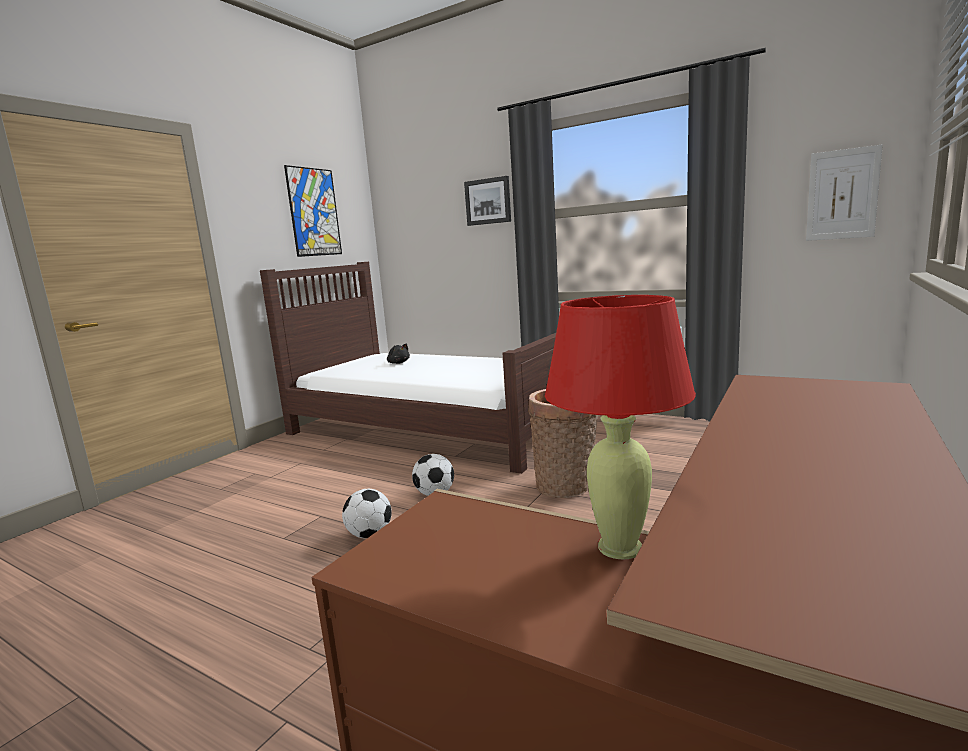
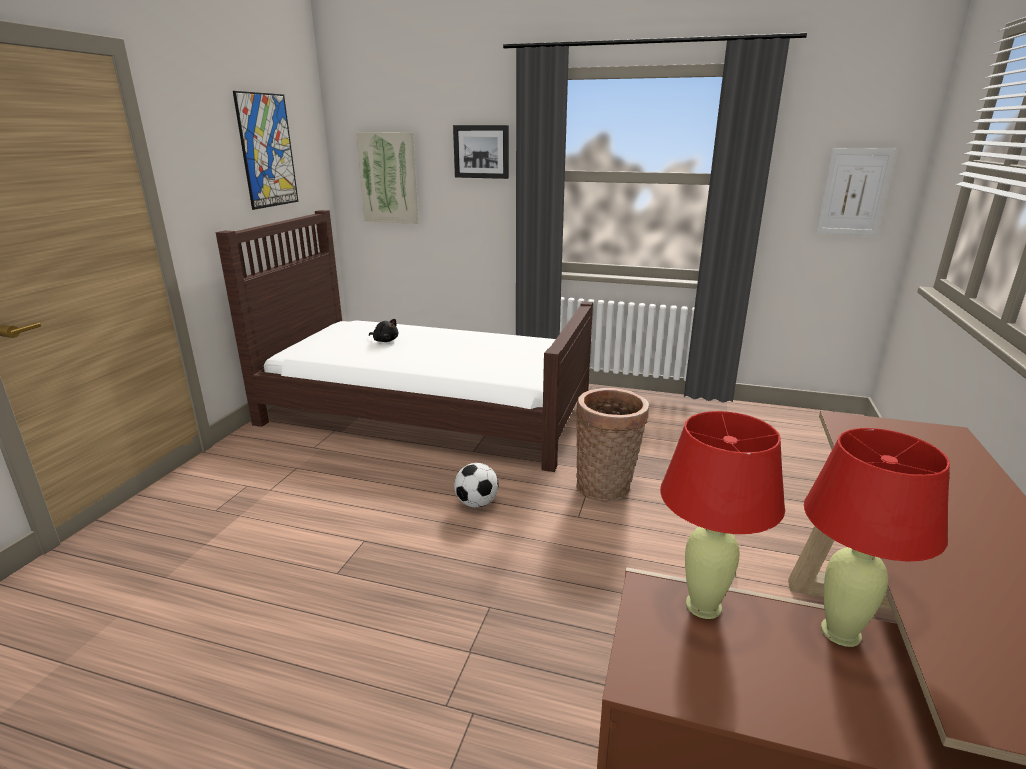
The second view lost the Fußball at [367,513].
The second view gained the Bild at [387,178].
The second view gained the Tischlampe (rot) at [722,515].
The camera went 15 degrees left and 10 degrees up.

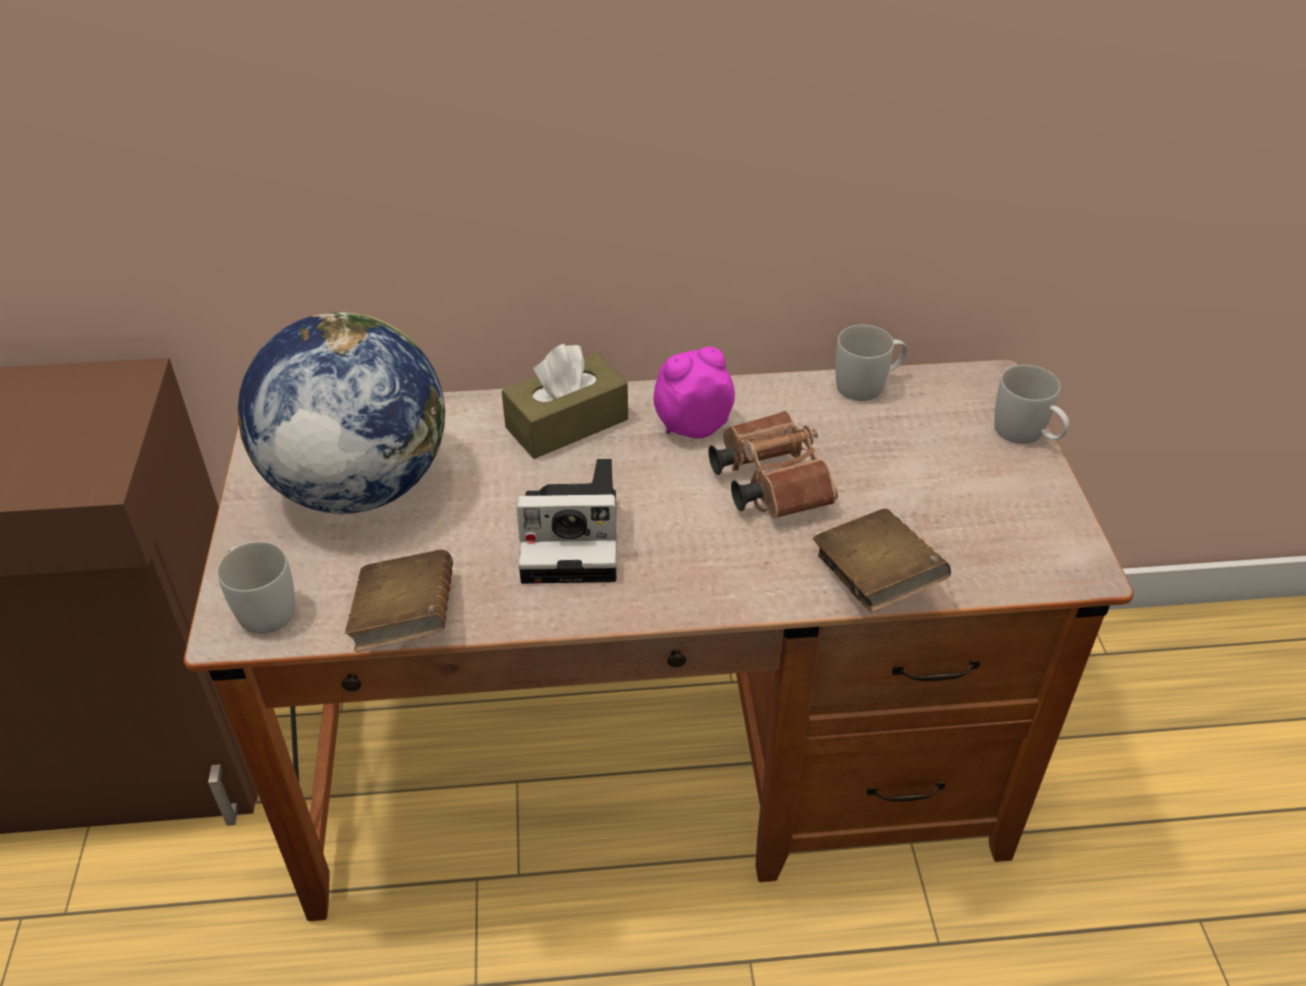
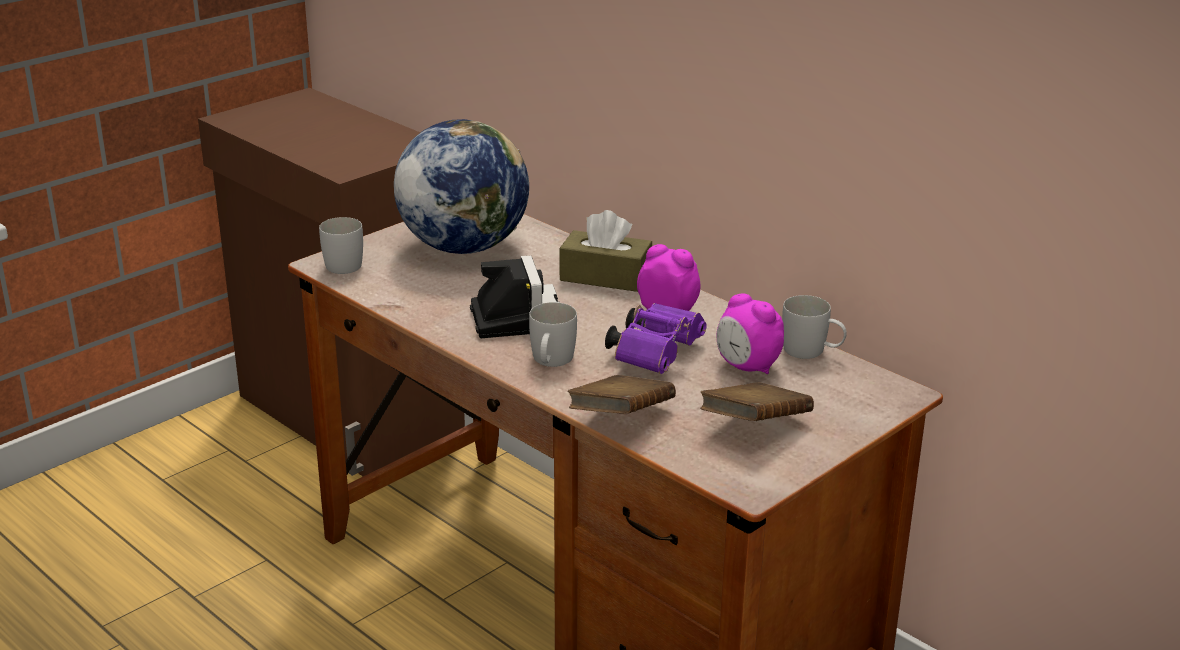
The Henkelbecher (weiß) ended up elsewhere, having gone from [1031,404] to [553,334].
What was the Fernglas (braun) at [773,465] turned into the Fernglas (lila) at [656,338].
The Kamera at [566,521] ended up facing another way, 150 degrees counterclockwise from before.
The Buch (braun) ended up elsewhere, having gone from [399,601] to [757,401].
The second view gained the Wecker at [750,333].
The camera went 50 degrees right and 15 degrees down.

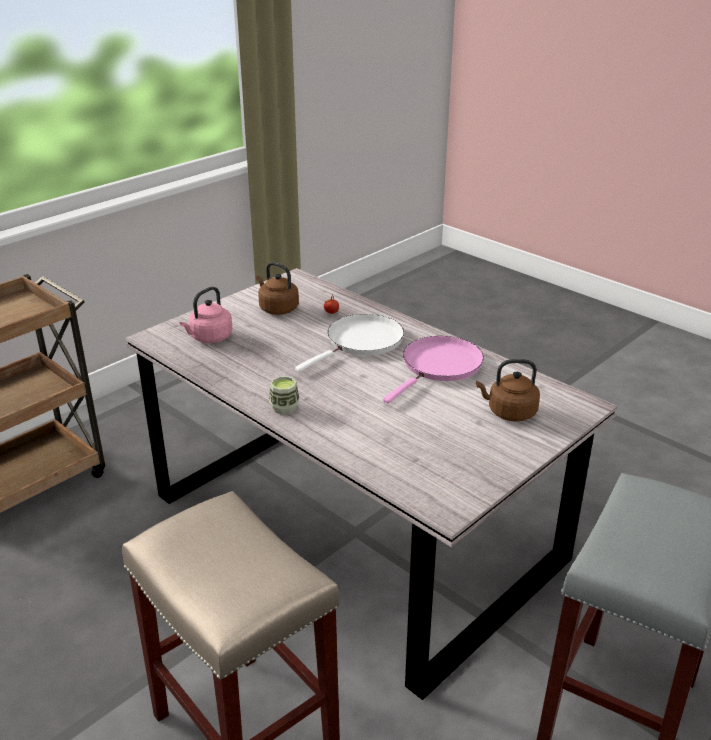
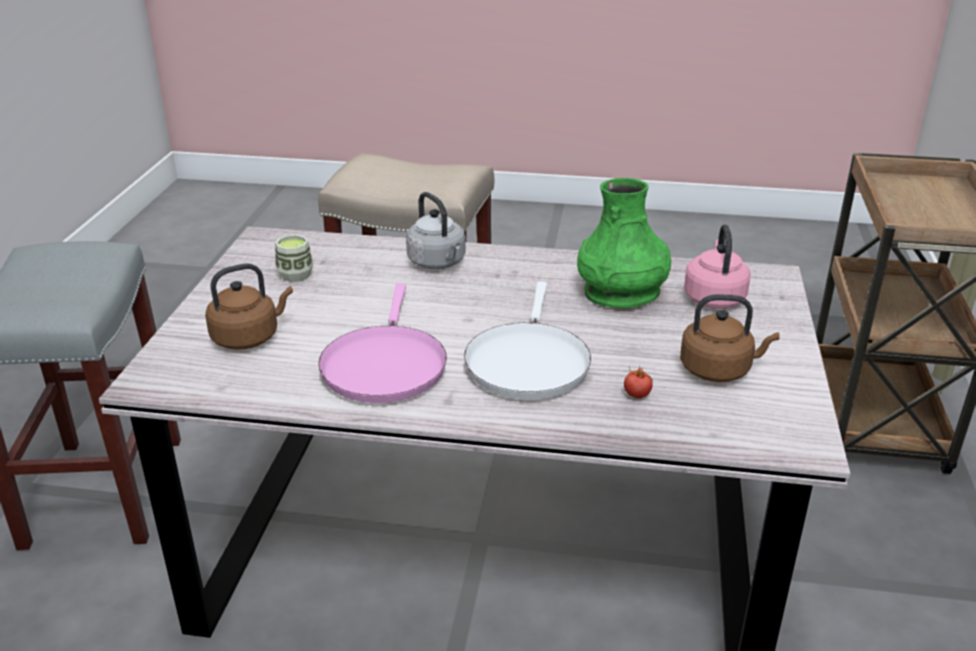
The Tasse ended up elsewhere, having gone from [284,395] to [294,258].
The second view gained the Vase (grün) at [624,243].
The second view gained the Wasserkessel (grau) at [436,230].
The camera went 145 degrees right and 0 degrees up.

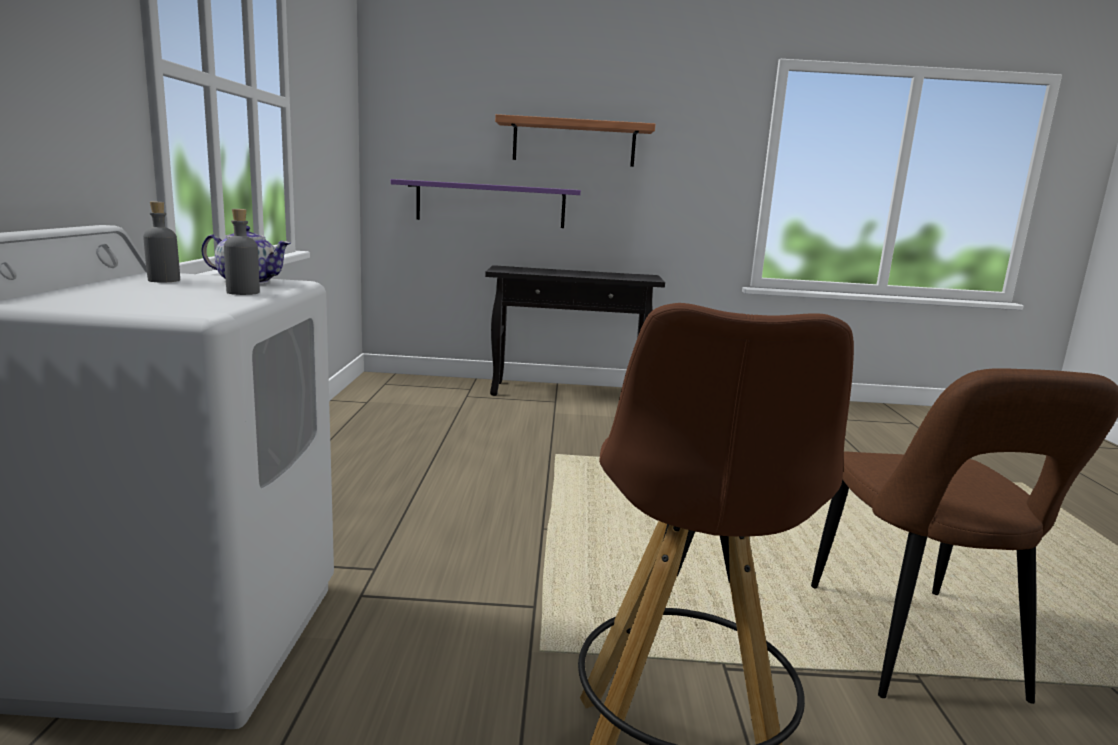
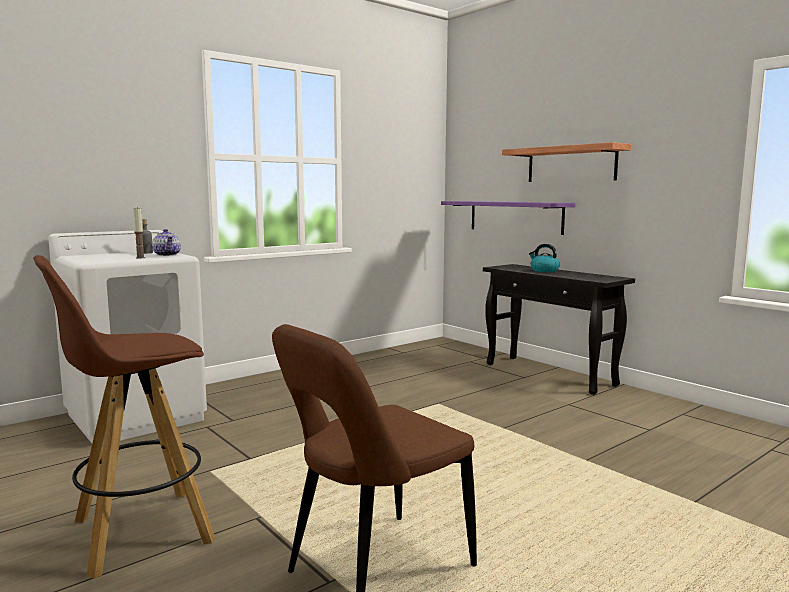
Where the Flasche (grau) stood at [242,252], the Kerze came to stand at [139,233].
The second view gained the Wasserkessel at [544,258].
The camera went 50 degrees right and 5 degrees down.

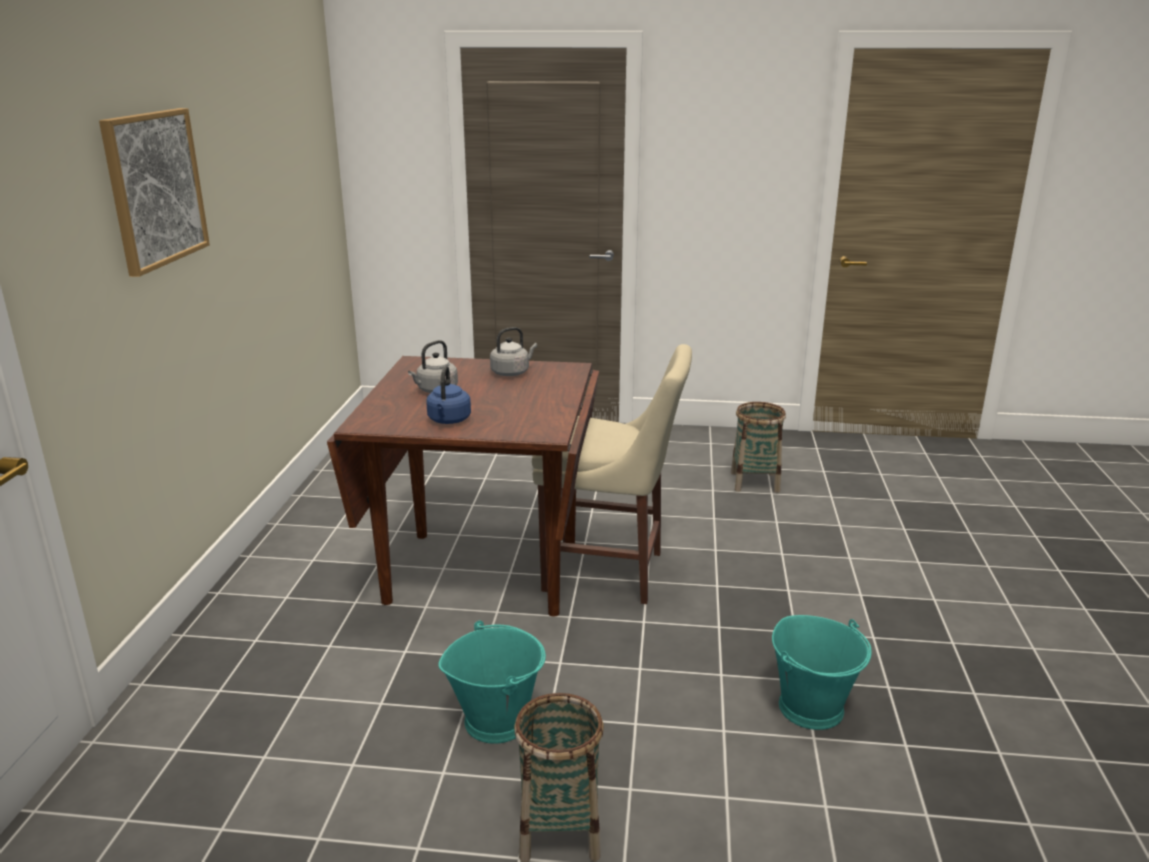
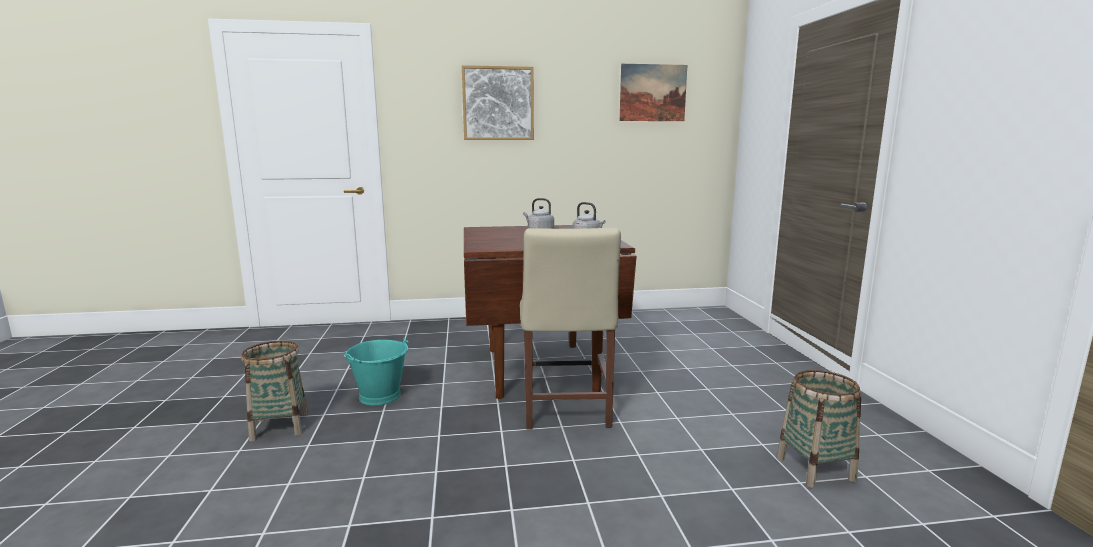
The second view lost the Wasserkessel (blau) at [448,395].
The second view lost the Eimer (türkis) at [822,672].
The second view gained the Bild at [653,92].
The camera went 75 degrees right and 10 degrees down.

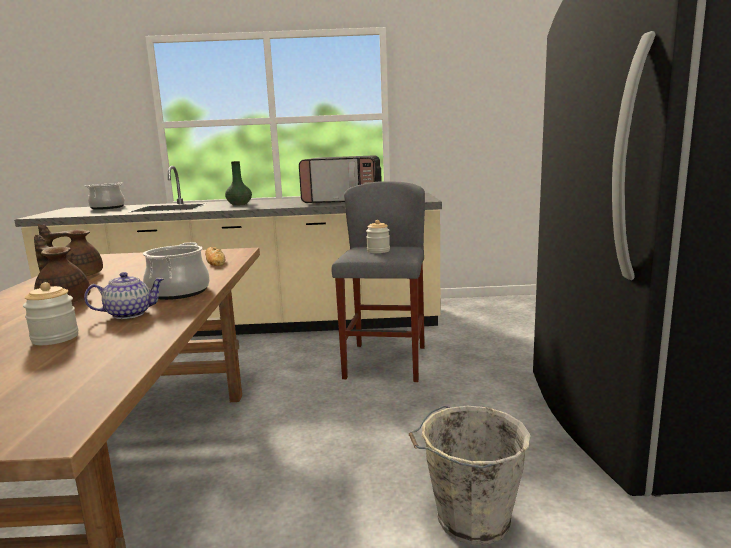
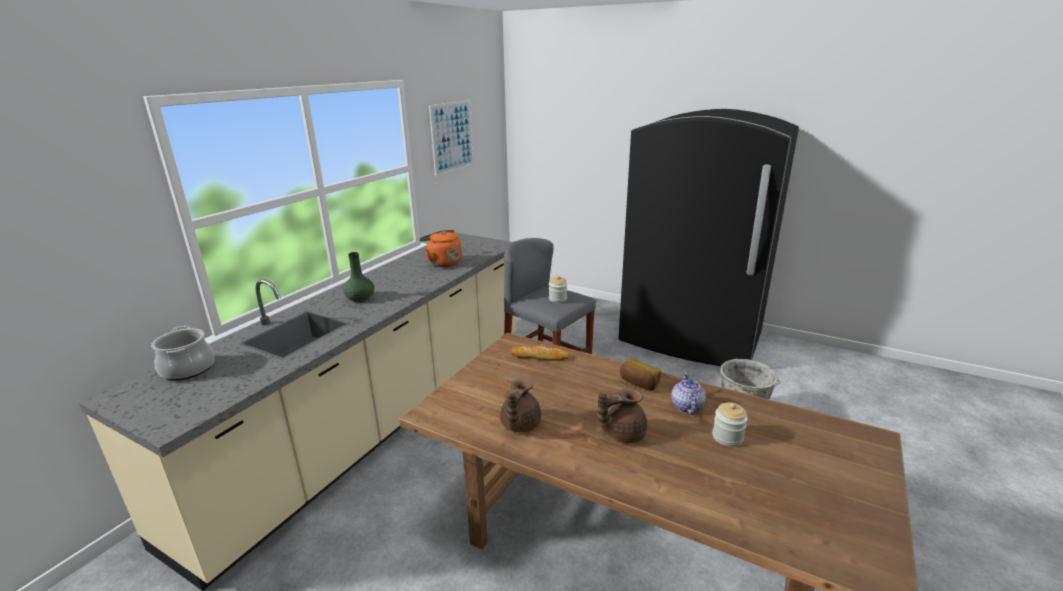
Where the Mikrowelle stood at [340,179], the Wasserkessel (orange) came to stand at [440,248].
Where the Kochtopf stood at [176,271], the Brot came to stand at [641,374].
The second view gained the Bild at [451,138].
The camera went 60 degrees left and 10 degrees up.

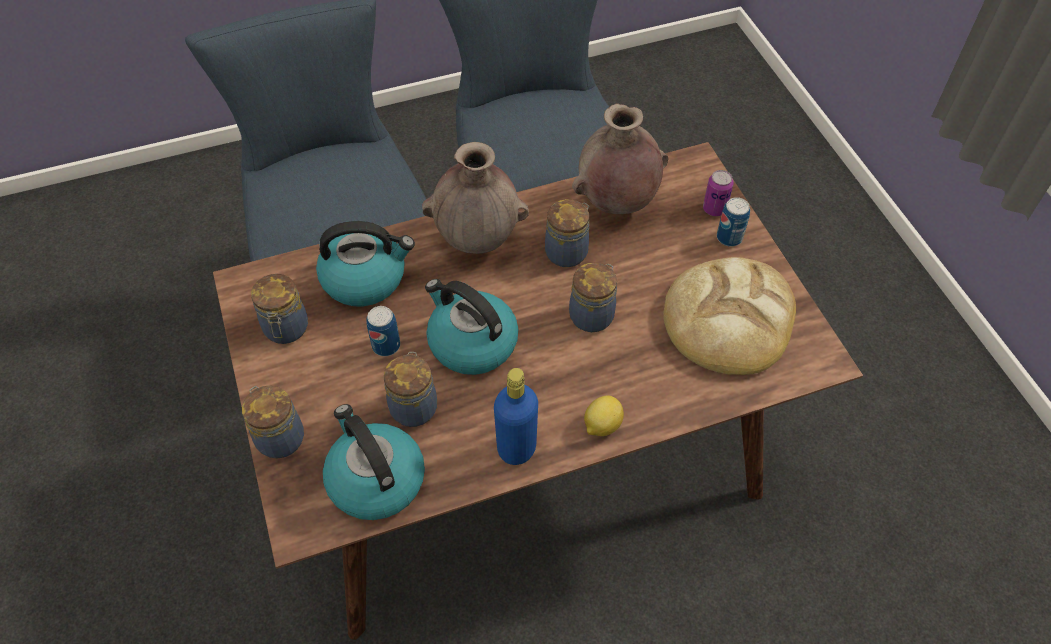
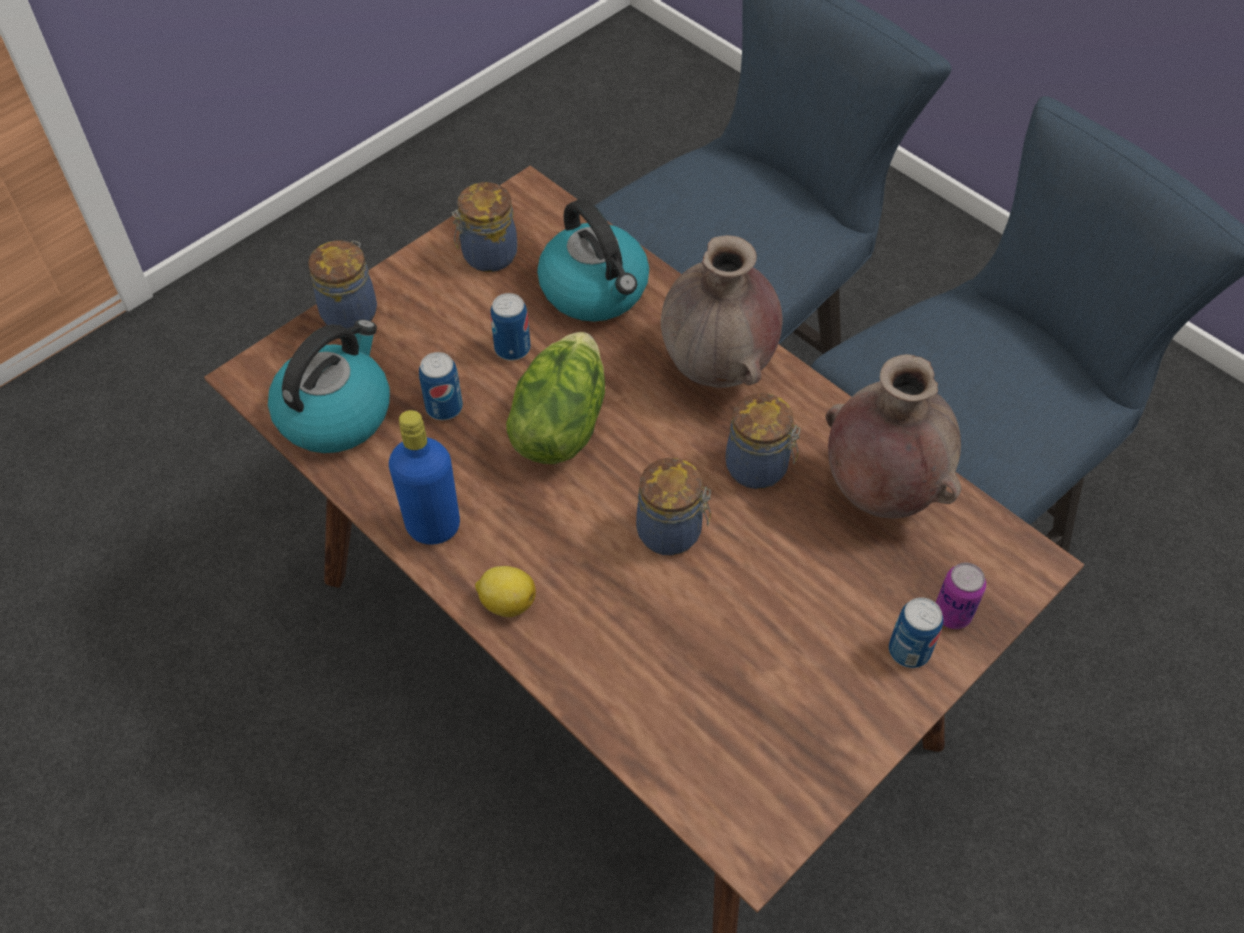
The second view lost the Brot at [729,316].
Where the Wasserkessel stood at [471,327], the Salatkopf came to stand at [555,398].
Where the Vorratsglas stood at [410,389], the Dose came to stand at [441,386].
The camera went 65 degrees right and 0 degrees up.

